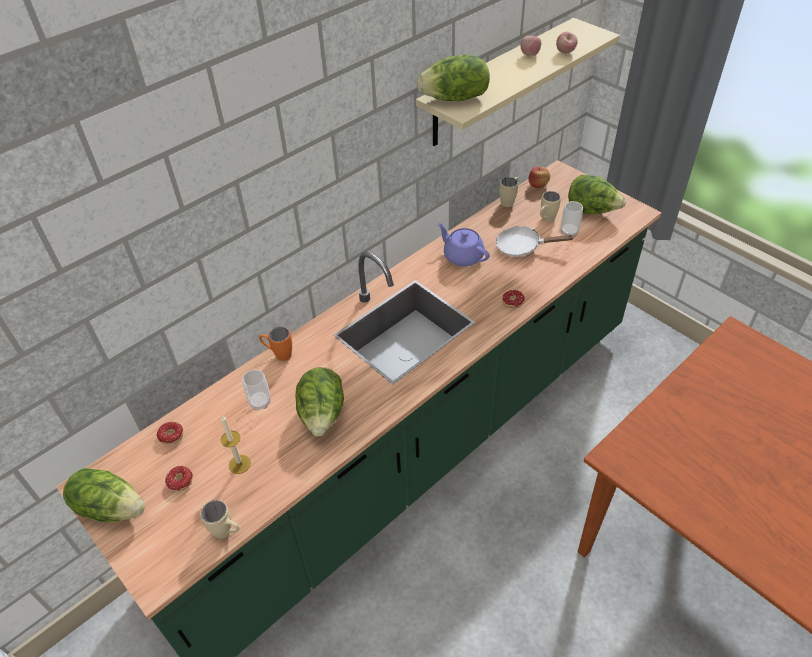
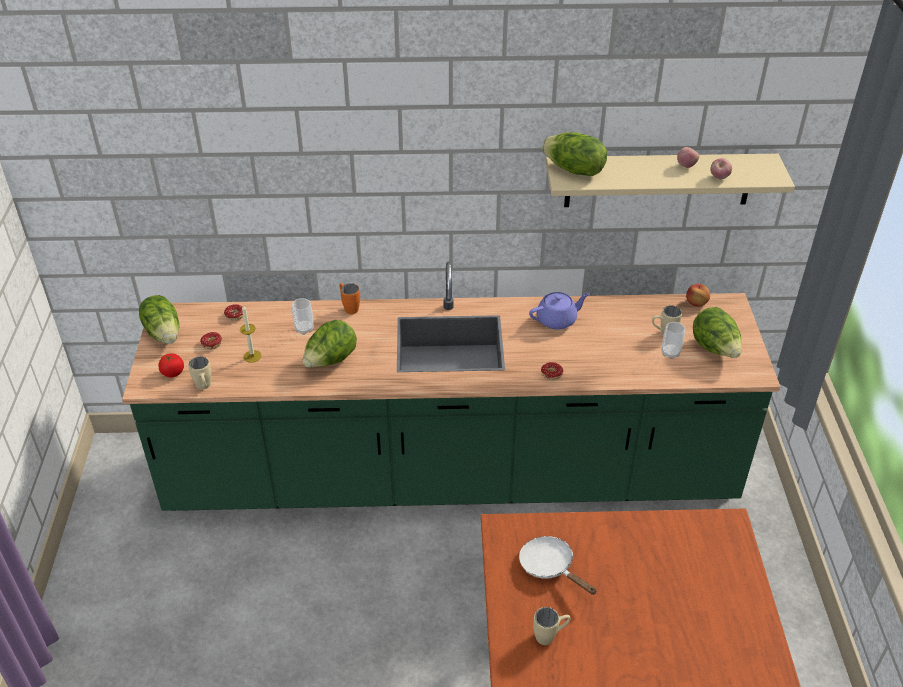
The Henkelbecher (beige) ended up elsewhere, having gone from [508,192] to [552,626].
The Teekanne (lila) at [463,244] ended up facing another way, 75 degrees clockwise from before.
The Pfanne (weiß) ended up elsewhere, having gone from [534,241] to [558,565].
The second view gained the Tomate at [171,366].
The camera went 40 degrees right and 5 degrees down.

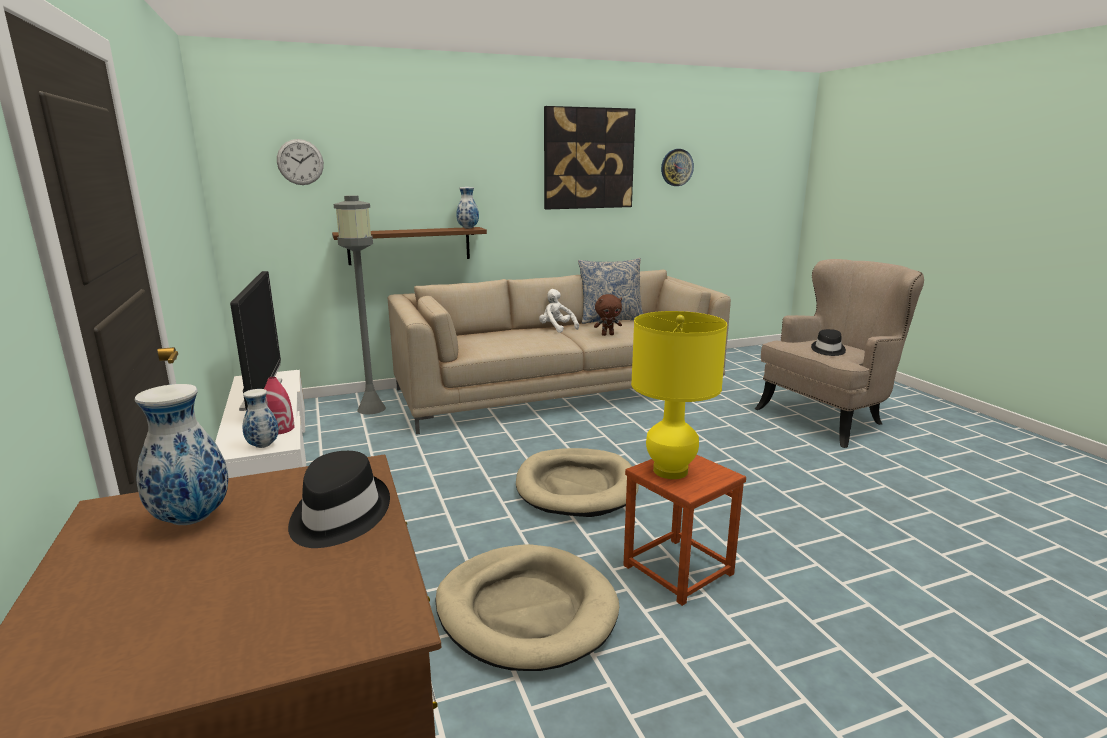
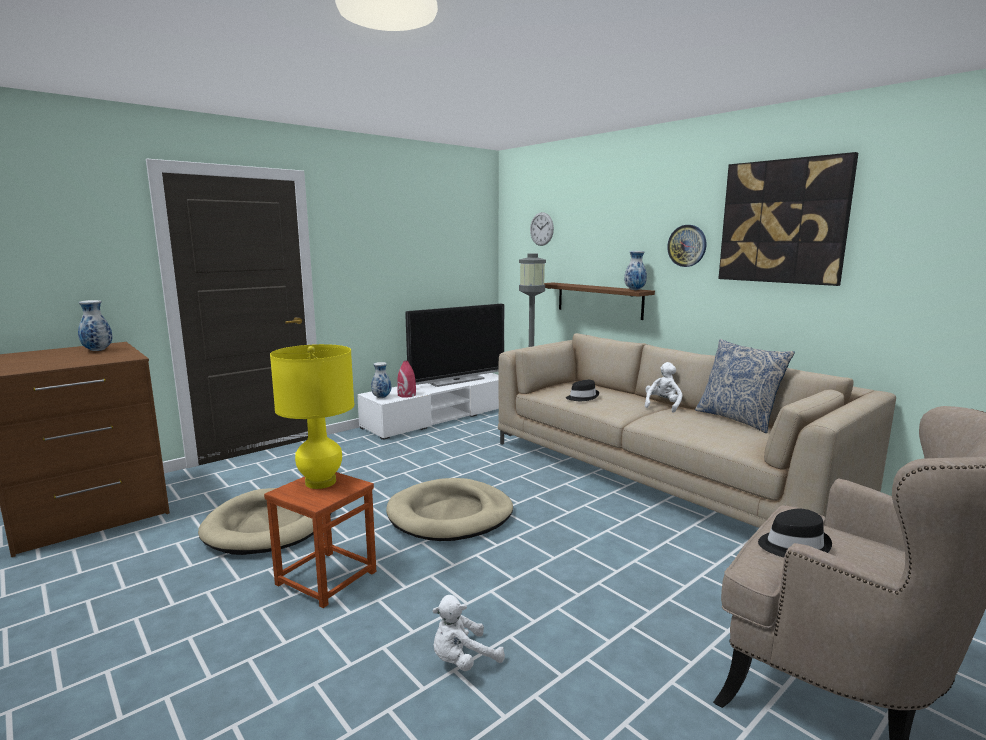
The Wanduhr ended up elsewhere, having gone from [677,167] to [686,246].
The second view lost the Plüschtier (braun) at [608,315].
The Hut (schwarz) ended up elsewhere, having gone from [339,499] to [582,390].
The second view gained the Plüschtier (weiß) at [468,633].
The camera went 70 degrees right and 5 degrees down.

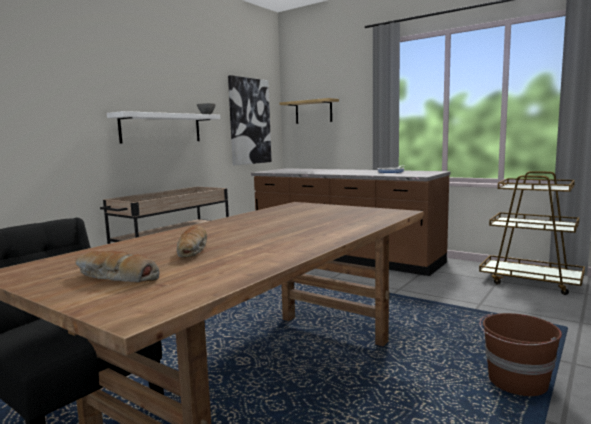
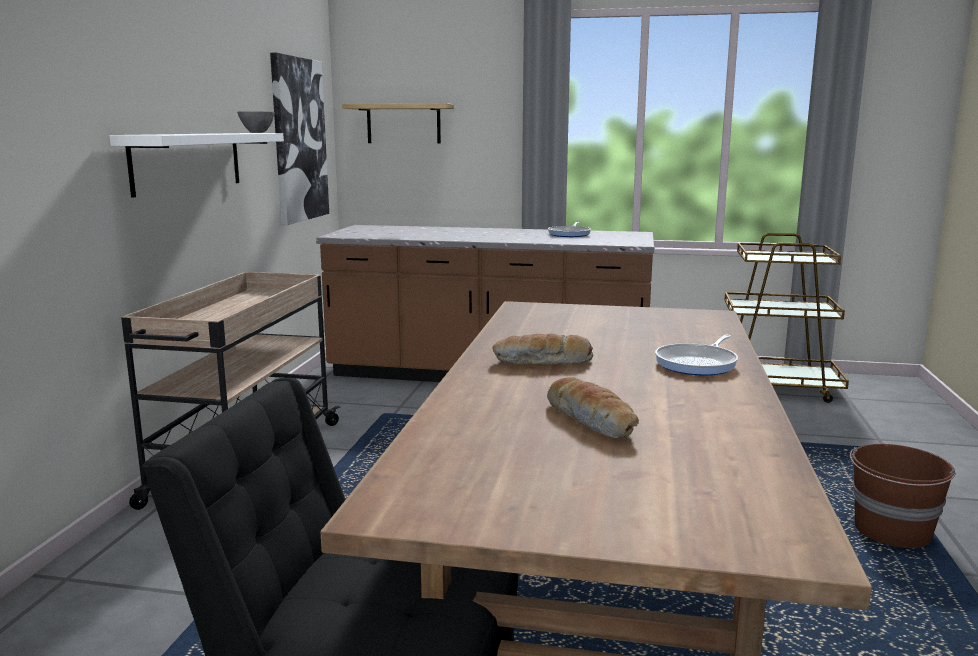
The Brot ended up elsewhere, having gone from [117,267] to [543,348].
The second view gained the Pfanne at [696,355].
The camera went 25 degrees left and 5 degrees up.

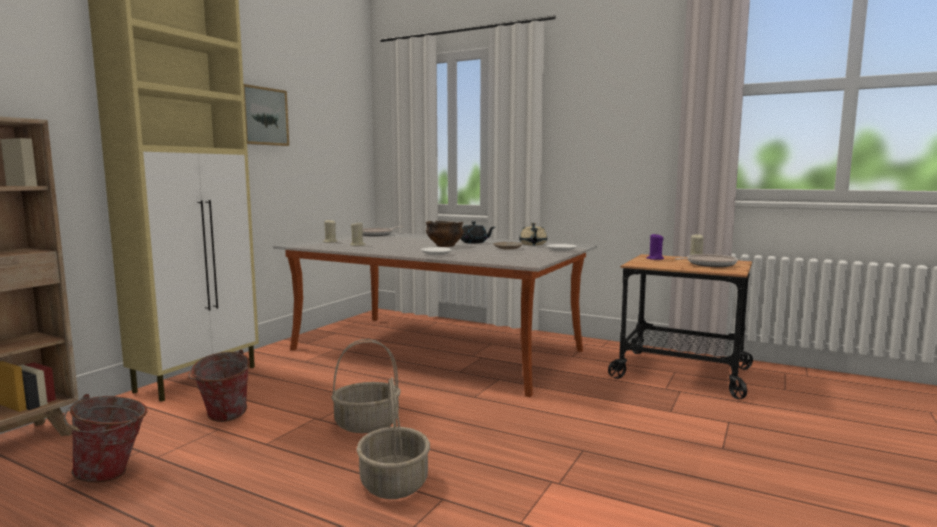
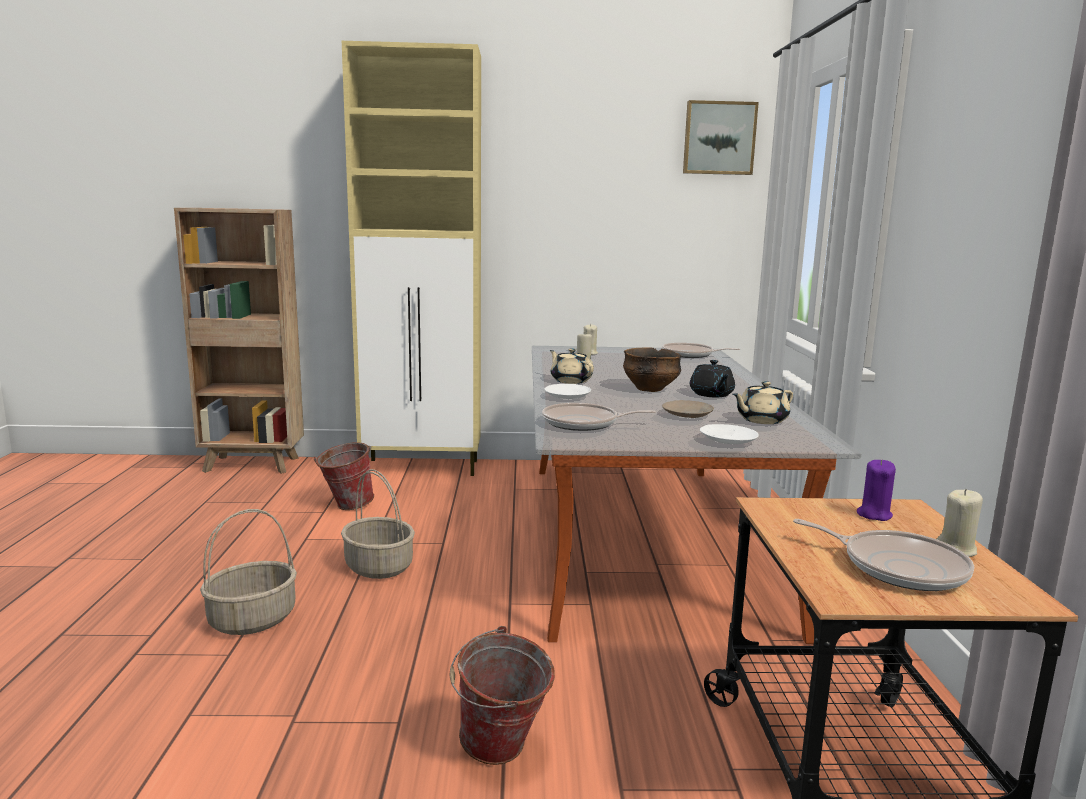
The Bild ended up elsewhere, having gone from [266,115] to [721,137].
The Eimer ended up elsewhere, having gone from [105,438] to [502,695].
The second view gained the Teekanne (beige) at [572,366].
The second view gained the Pfanne at [599,417].
The camera went 60 degrees right and 5 degrees up.

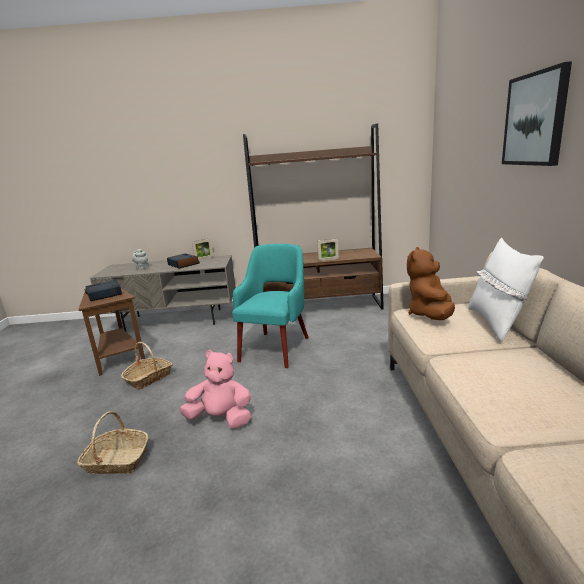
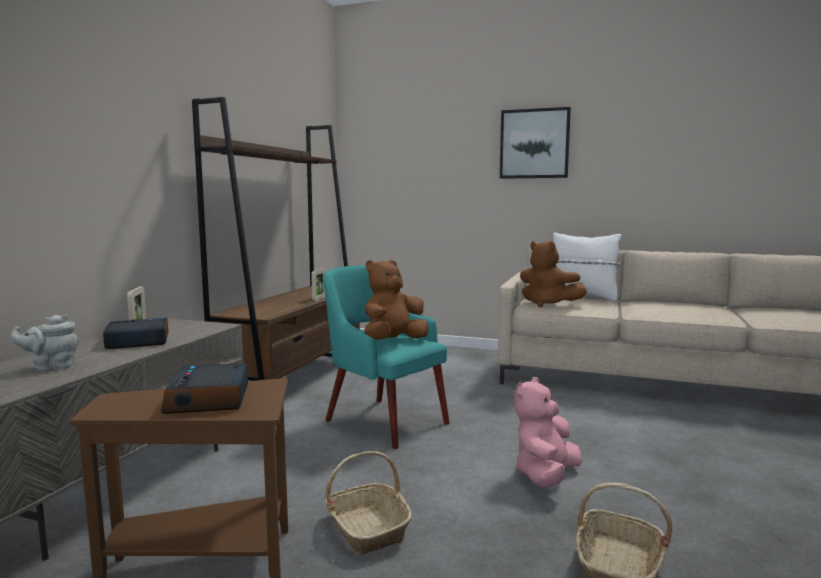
The second view gained the Plüschtier (braun) at [396,300].
The camera went 70 degrees left and 10 degrees down.

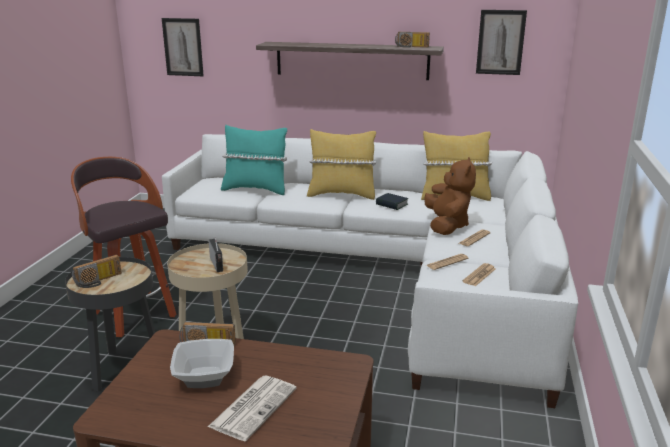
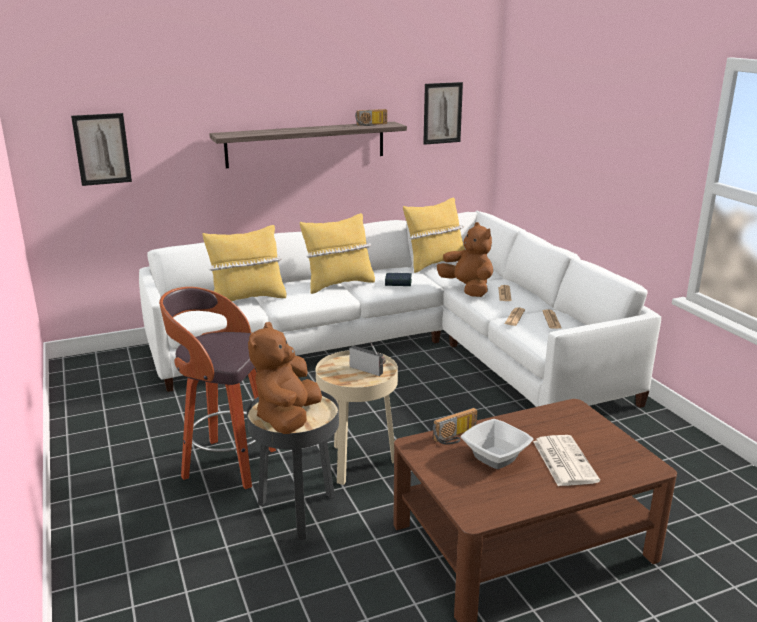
What was the Kissen (türkis) at [254,160] turned into the Kissen (gelb) at [244,263].
Where the Radio stood at [97,271], the Plüschtier (braun) came to stand at [285,378].
The camera went 35 degrees left and 0 degrees up.

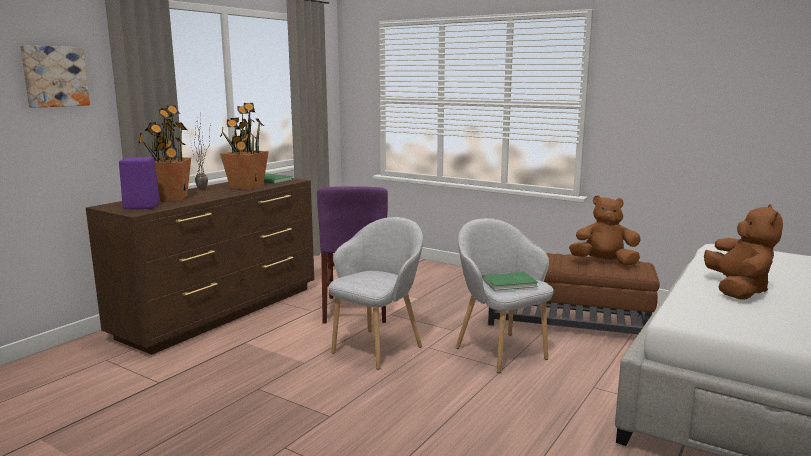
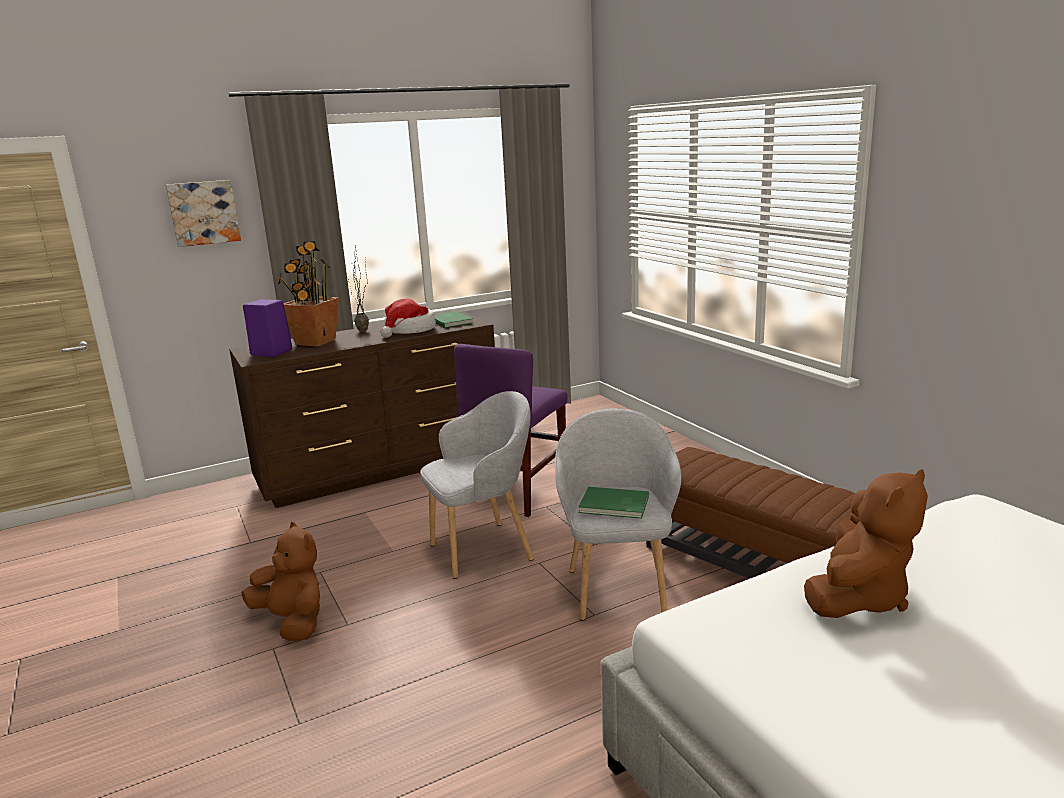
Where the Topfpflanze stood at [244,146], the Hut came to stand at [408,318].
The Plüschtier (braun) ended up elsewhere, having gone from [605,230] to [280,581].
The camera went 30 degrees right and 5 degrees up.

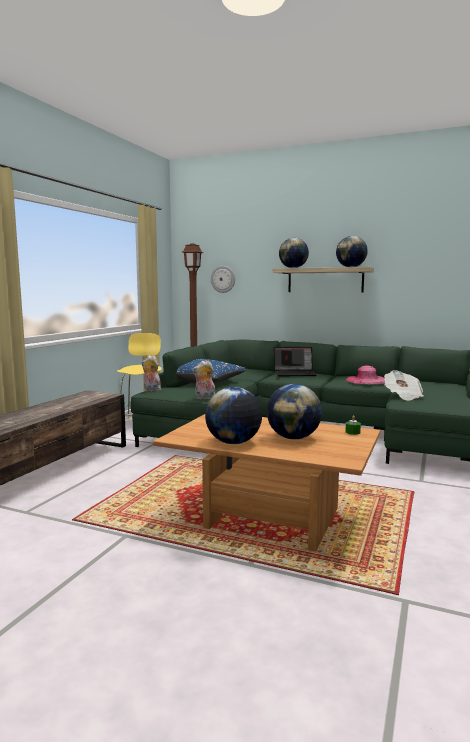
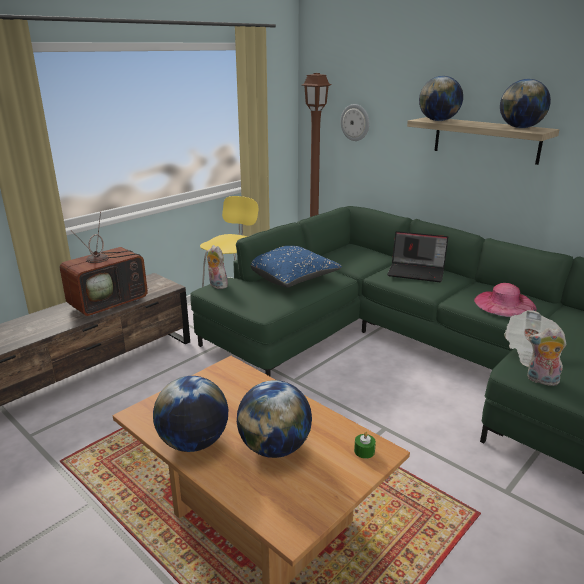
The Plüschtier ended up elsewhere, having gone from [203,380] to [547,357].
The second view gained the Fernseher at [104,264].
The camera went 20 degrees right and 15 degrees up.

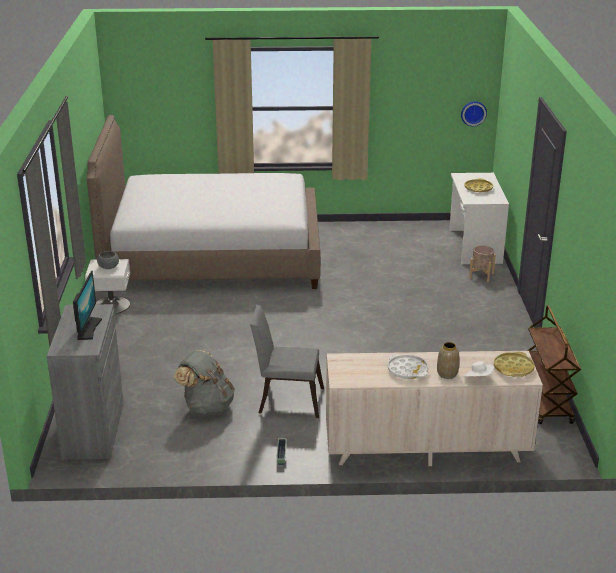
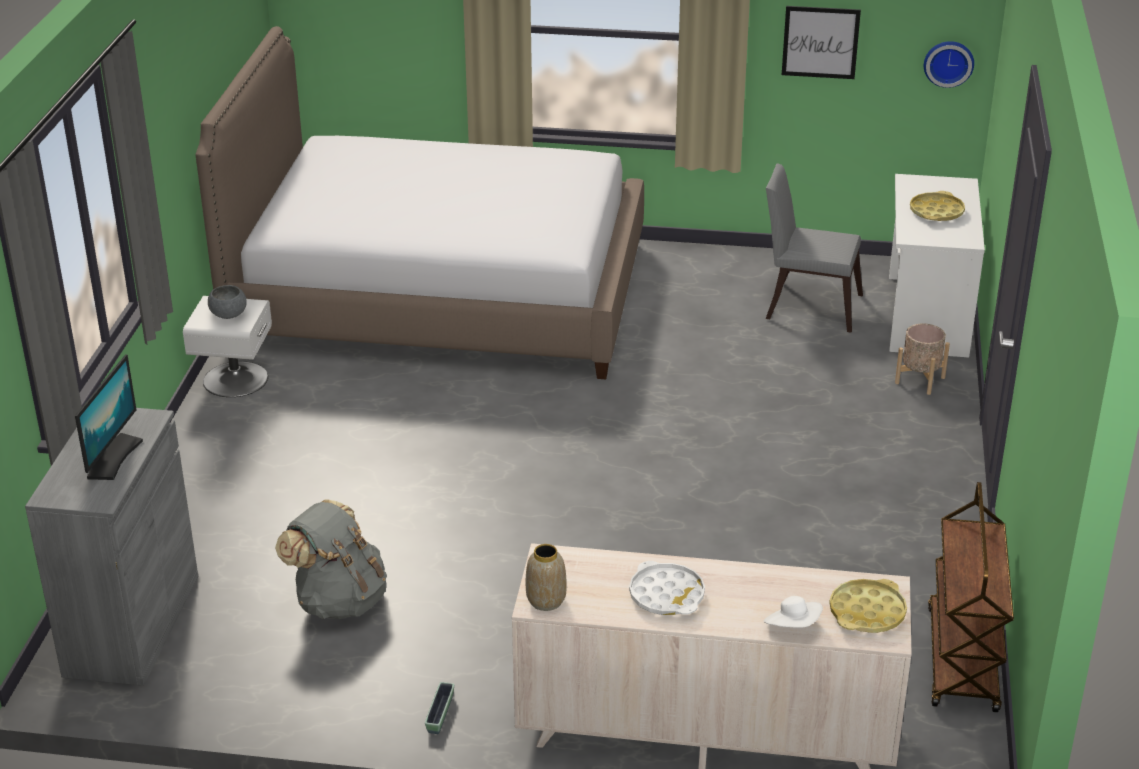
The Stuhl (grau) ended up elsewhere, having gone from [287,361] to [814,247].
The Vase ended up elsewhere, having gone from [448,360] to [546,577].
The second view gained the Bild at [821,42].
The camera went 10 degrees right and 5 degrees up.

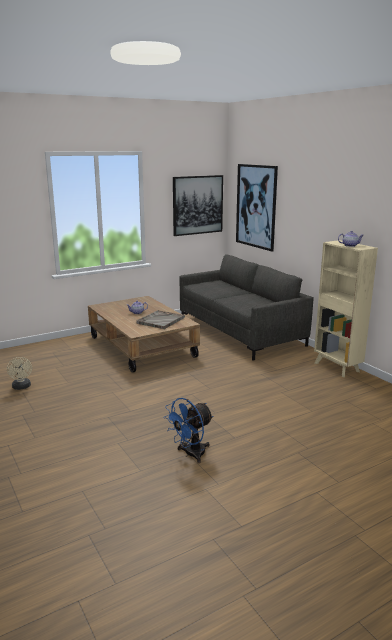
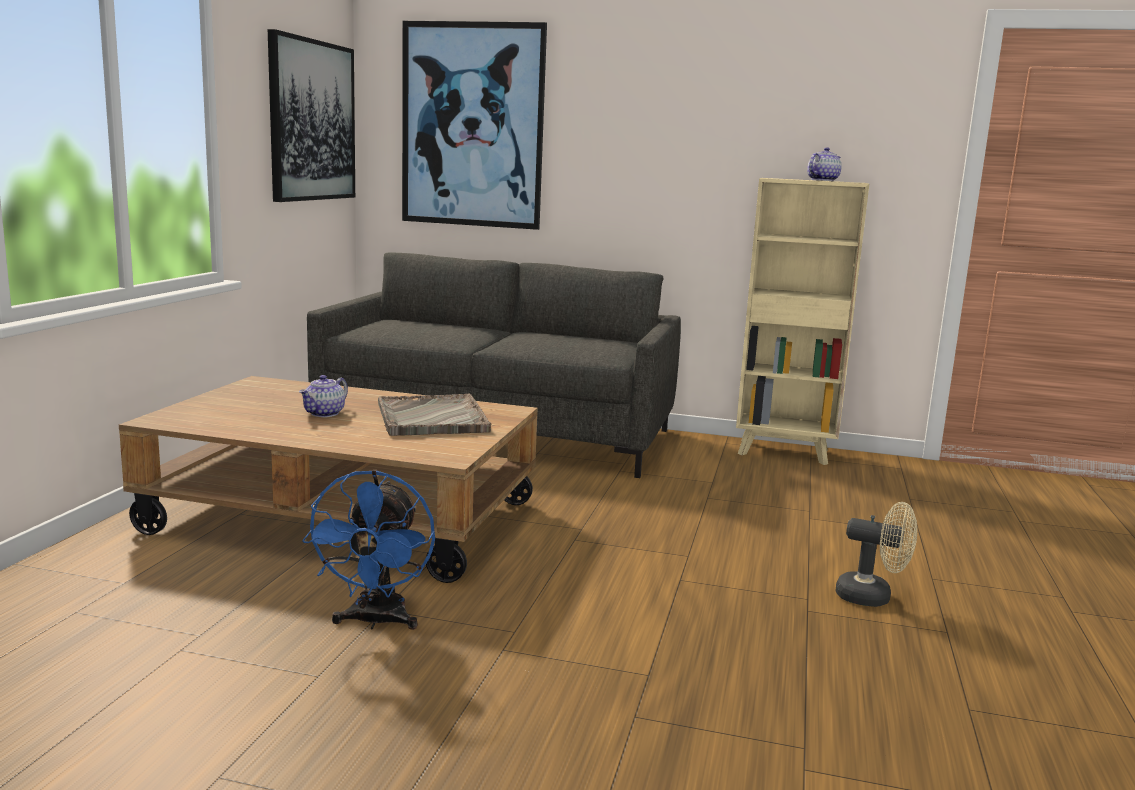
The Ventilator (beige) ended up elsewhere, having gone from [19,373] to [876,554].
The Ventilator (blau) ended up elsewhere, having gone from [188,430] to [368,550].
The camera went 45 degrees left and 5 degrees down.

